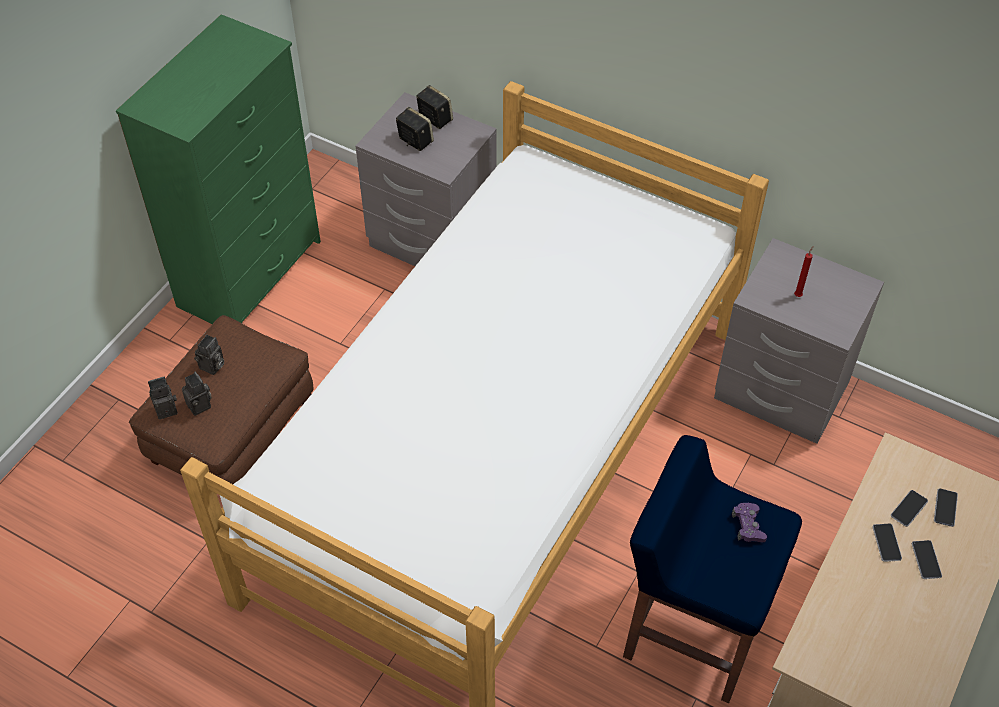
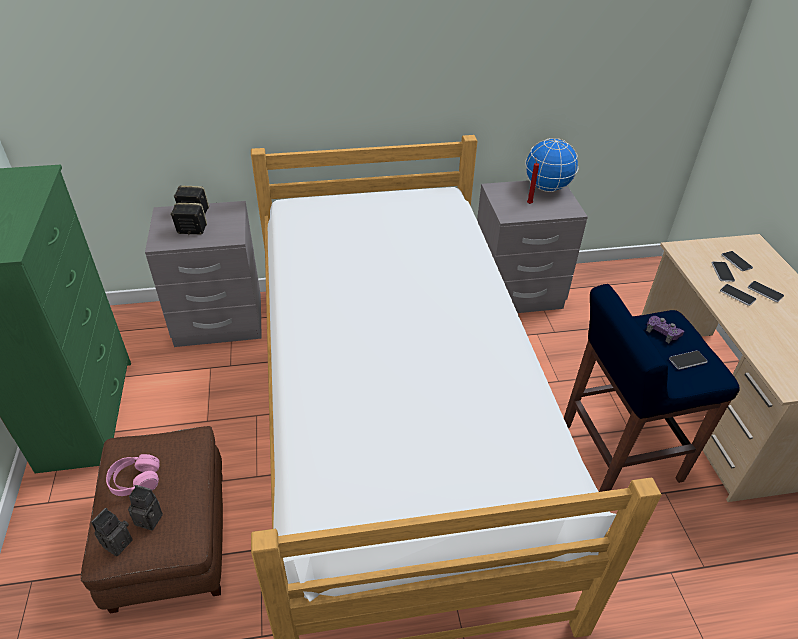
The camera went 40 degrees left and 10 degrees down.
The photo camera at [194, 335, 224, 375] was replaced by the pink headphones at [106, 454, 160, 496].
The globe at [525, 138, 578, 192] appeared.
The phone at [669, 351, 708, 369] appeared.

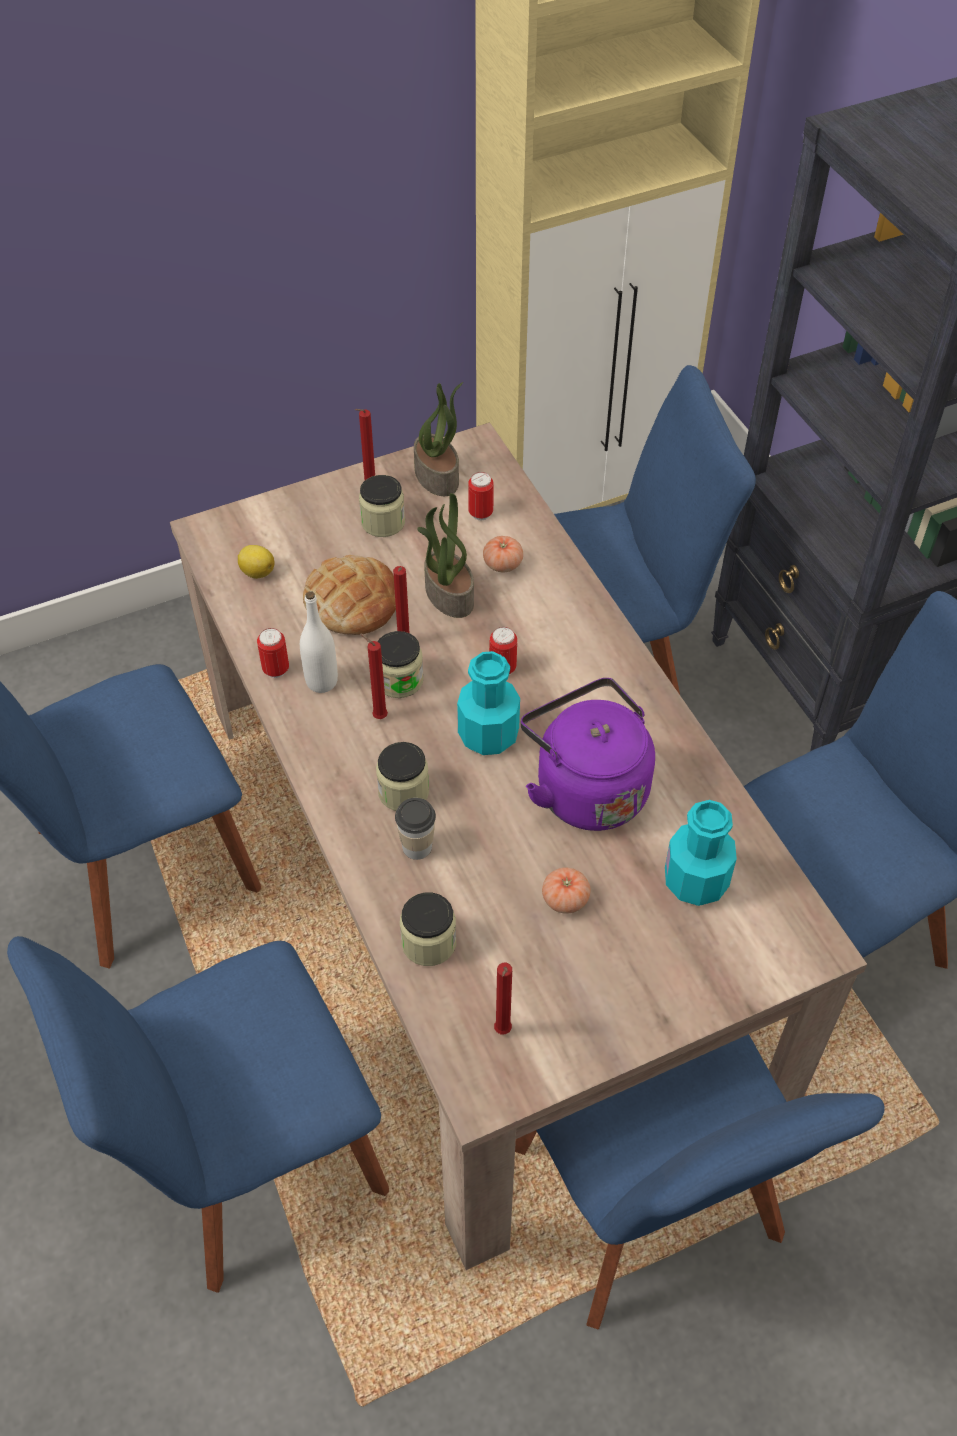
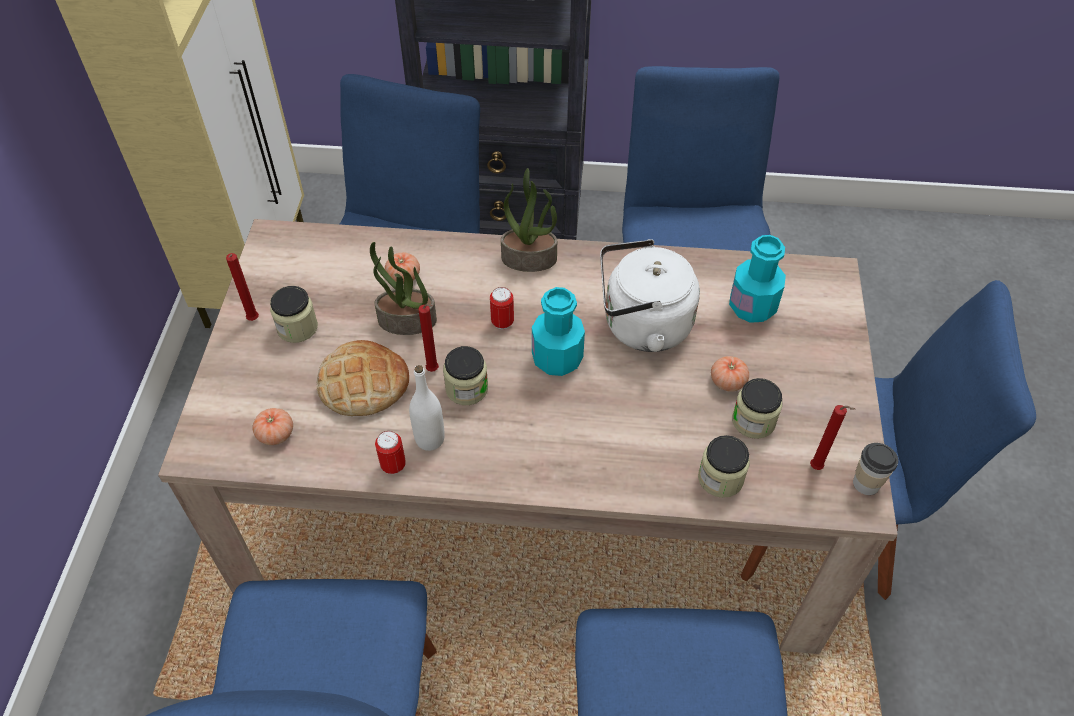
The camera went 60 degrees left and 0 degrees up.
The potted plant moved from [414, 382, 463, 496] to [501, 168, 557, 272].
The can at [468, 472, 494, 520] disappeared.
The lemon at [238, 545, 275, 579] was replaced by the tomato at [252, 408, 293, 445].
The red candle at [361, 634, 388, 719] disappeared.
The purple kettle at [520, 678, 655, 831] became the white kettle at [600, 239, 700, 352].
The jar moved from [376, 742, 429, 811] to [732, 378, 783, 439].
The cup moved from [395, 798, 436, 860] to [853, 443, 898, 495].

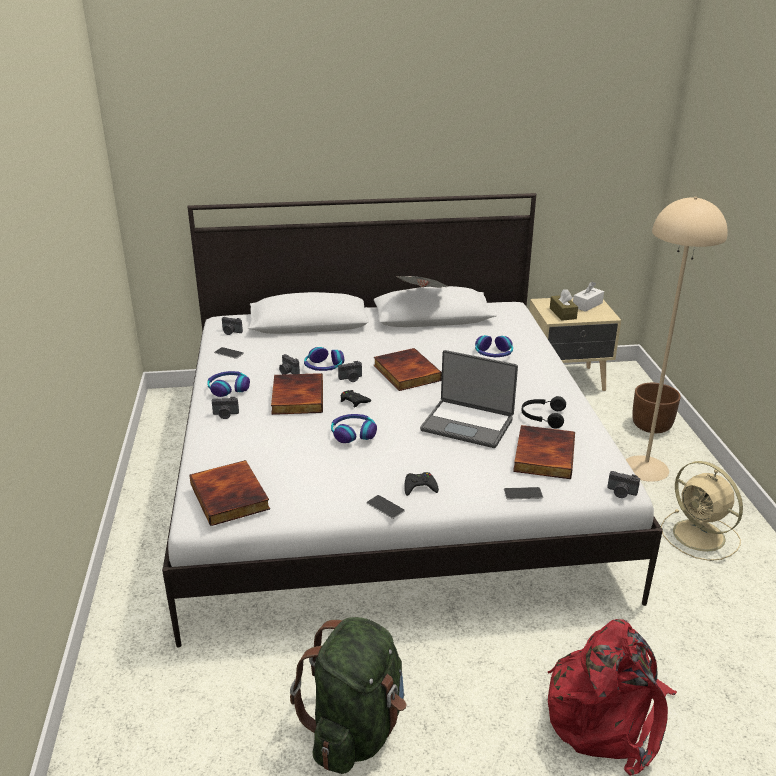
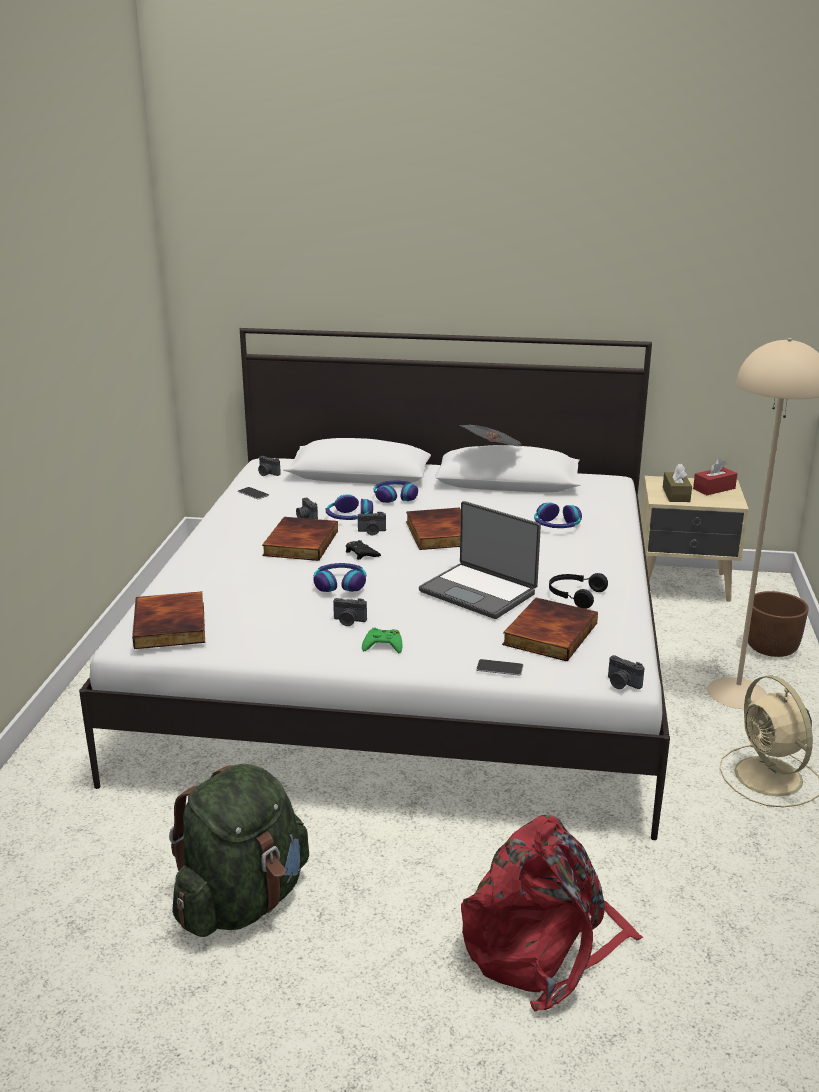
The camera went 15 degrees right and 5 degrees down.
The white tissue box at [573, 282, 604, 312] became the red tissue box at [693, 458, 737, 495].
The headphones moved from [207, 371, 250, 397] to [374, 480, 418, 503].
The photo camera moved from [212, 397, 239, 419] to [333, 598, 367, 626].
The black game controller at [404, 472, 439, 496] became the green game controller at [362, 627, 403, 653].
The phone at [366, 495, 405, 519] disappeared.

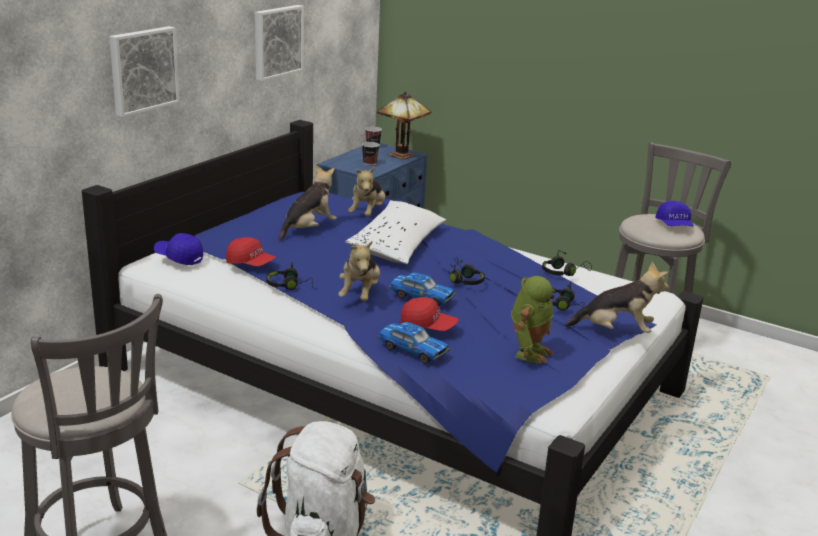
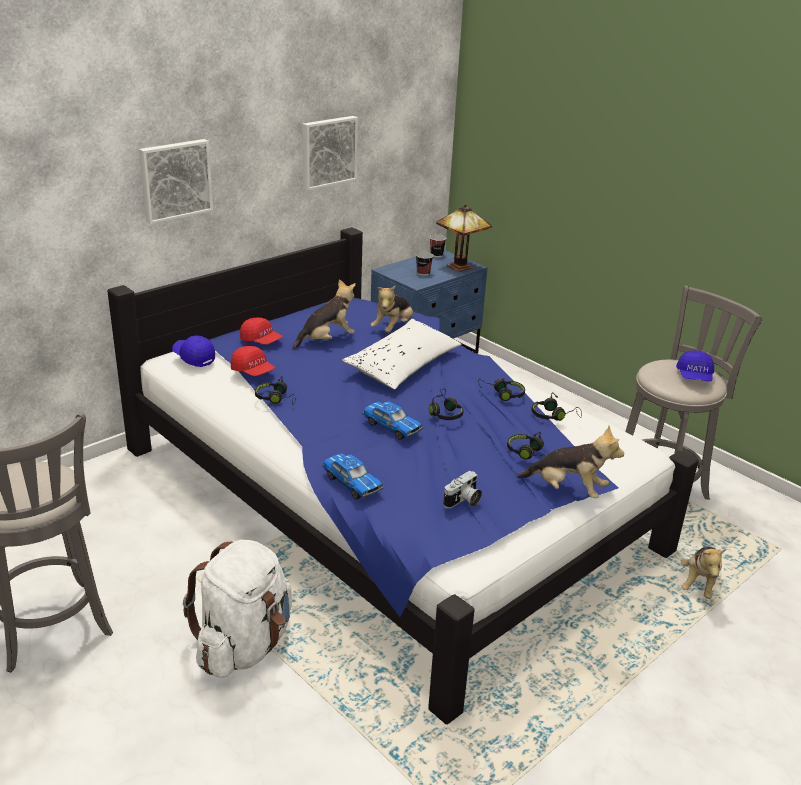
The camera went 15 degrees right and 5 degrees up.
The plush toy moved from [338, 241, 380, 301] to [681, 546, 726, 599].
The toy robot at [511, 276, 555, 364] was replaced by the photo camera at [443, 470, 482, 508].
The red cap moved from [401, 297, 459, 331] to [240, 318, 283, 344].
The black headphones at [479, 378, 525, 401] appeared.

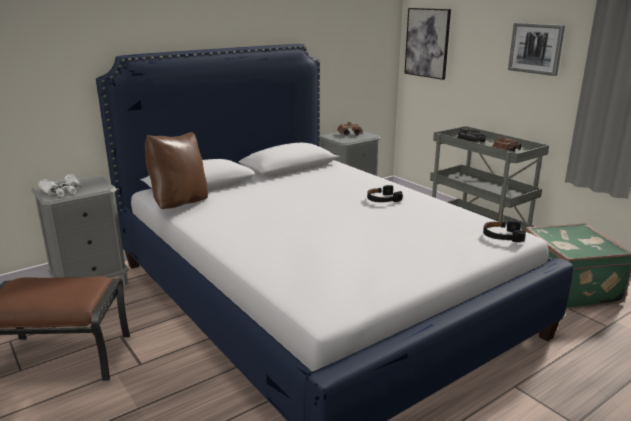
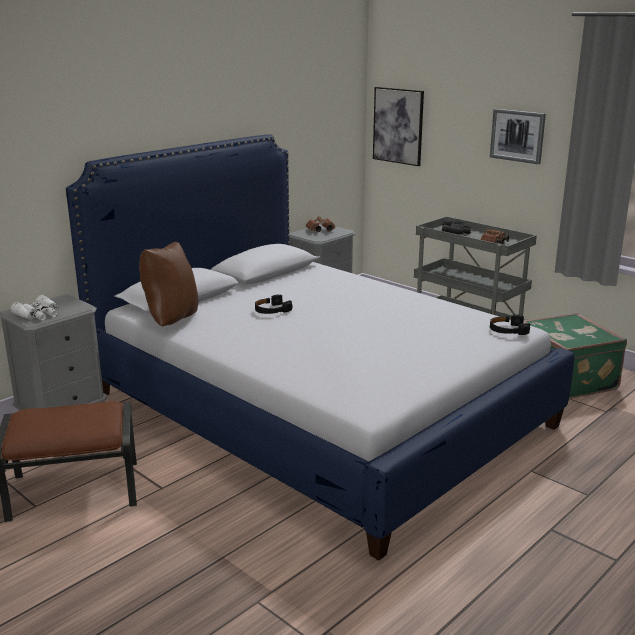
The camera went 10 degrees left and 0 degrees up.
The black headphones moved from [367, 185, 403, 202] to [255, 295, 292, 314].

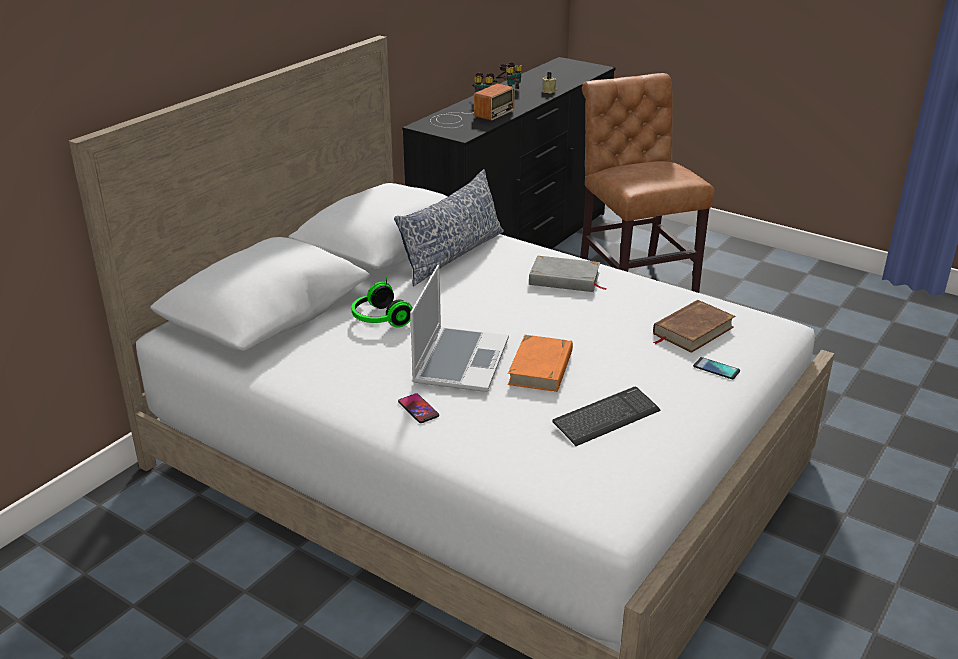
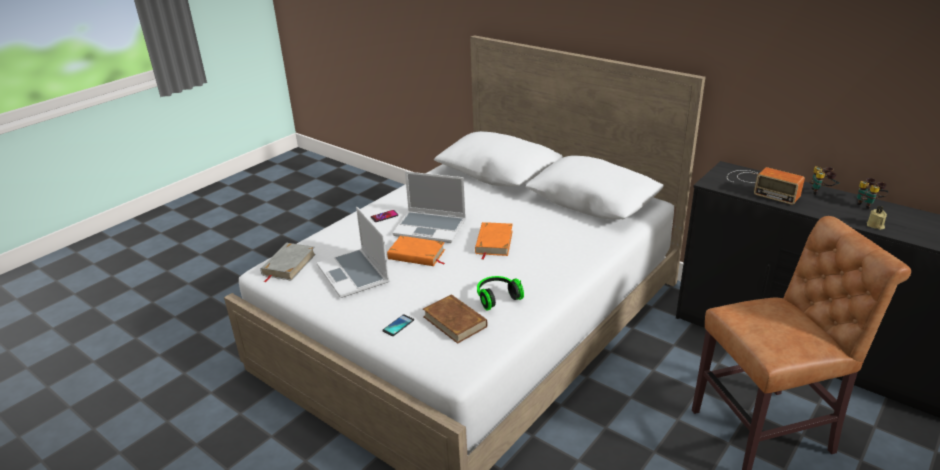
The camera went 95 degrees right and 0 degrees up.
The pillow at [394, 169, 504, 287] disappeared.
The grey book moved from [529, 256, 607, 292] to [260, 243, 316, 282].
The headphones moved from [352, 276, 413, 328] to [477, 276, 524, 311].
The keyboard at [552, 387, 660, 446] was replaced by the laptop at [317, 207, 390, 298].
The orange book at [475, 222, 513, 259] appeared.

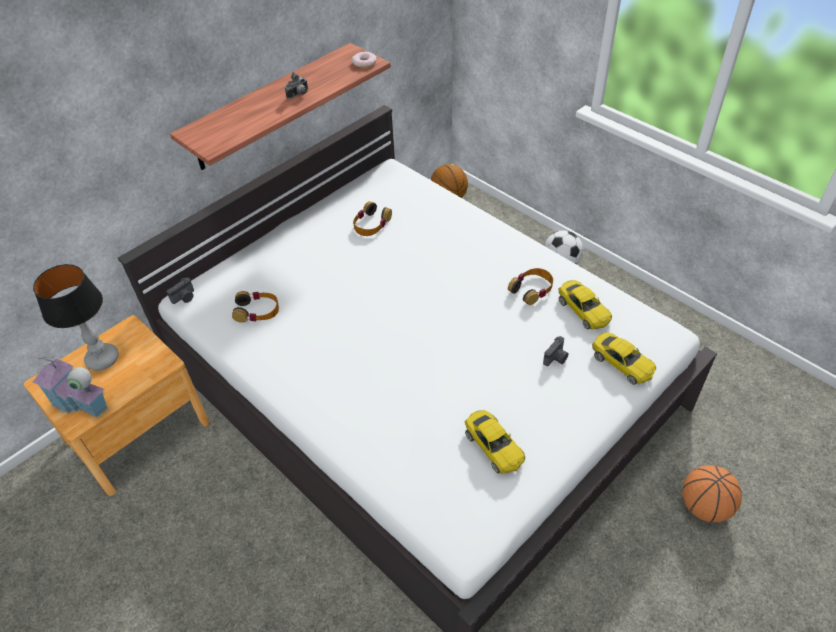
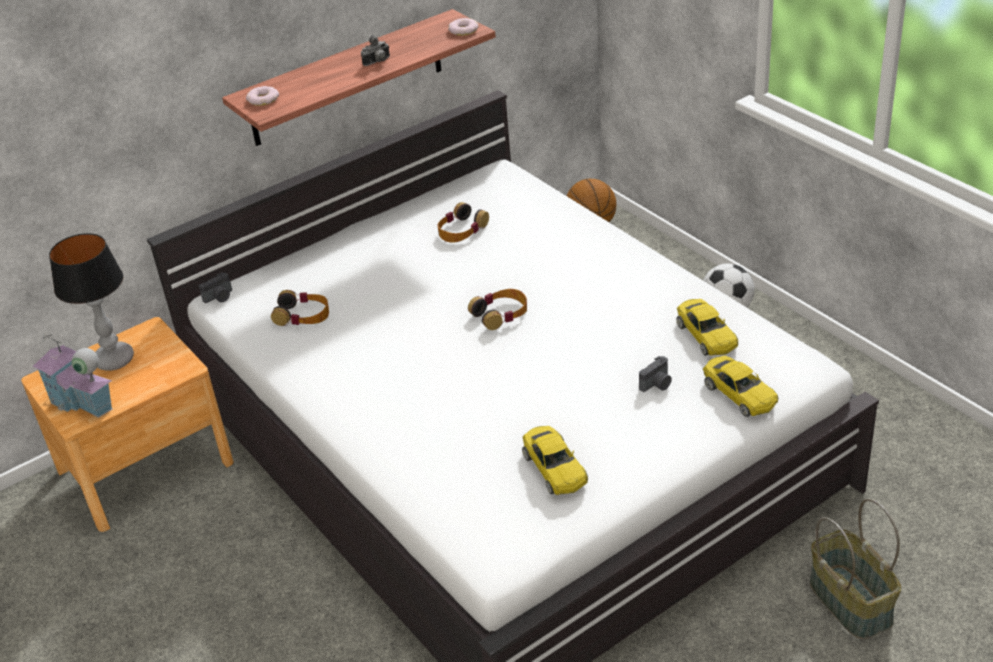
The camera went 10 degrees right and 10 degrees down.
The headphones moved from [508, 268, 553, 305] to [468, 289, 527, 330].
The basketball at [682, 465, 742, 522] was replaced by the basket at [810, 498, 901, 639].
The donut at [246, 86, 279, 106] appeared.

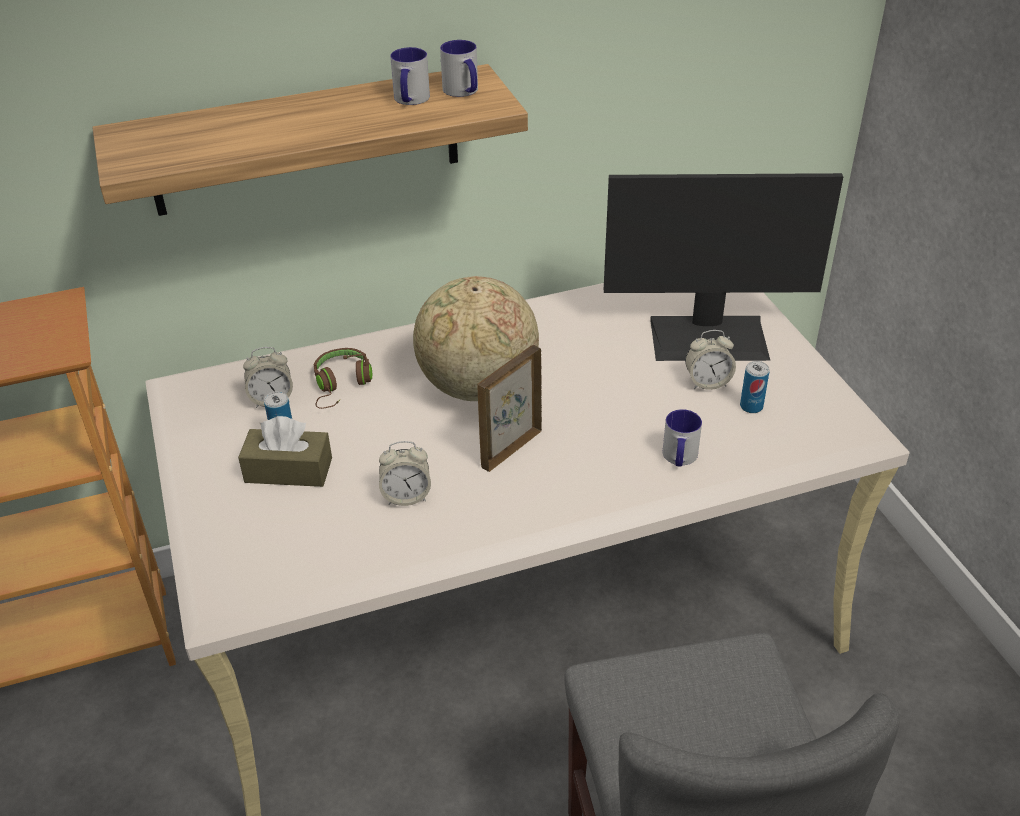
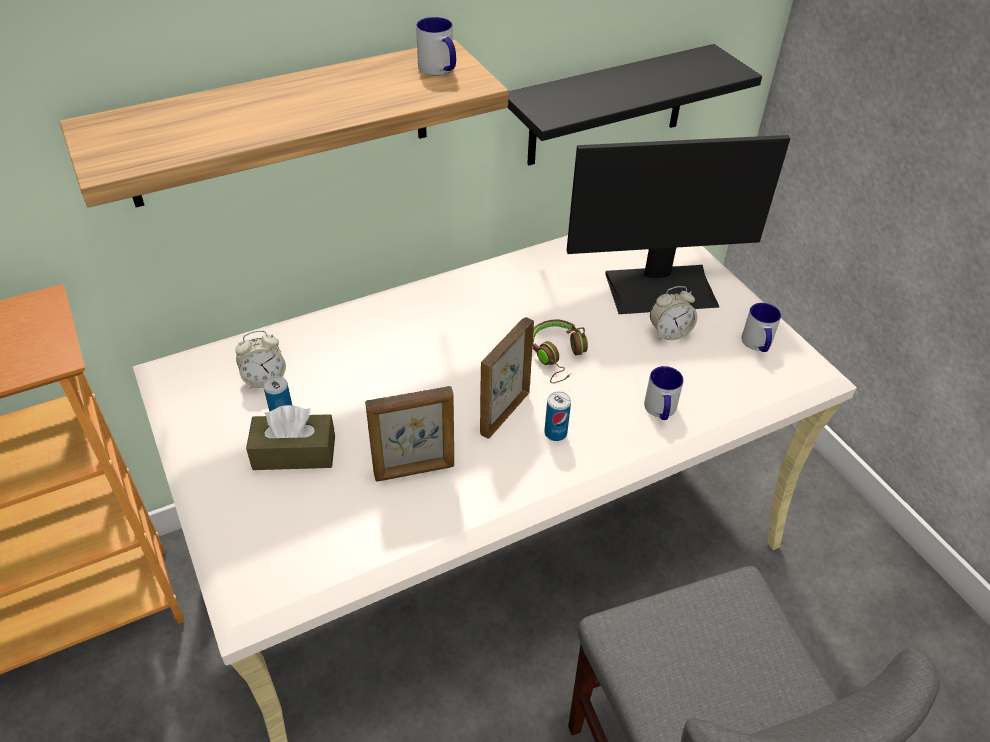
The camera went 10 degrees left and 5 degrees up.
The mug moved from [390, 47, 430, 105] to [741, 303, 781, 352].
The globe at [413, 276, 539, 401] disappeared.
The brown headphones moved from [314, 348, 372, 409] to [533, 320, 588, 383].
The can moved from [740, 361, 770, 413] to [544, 391, 571, 441].
The alarm clock at [379, 441, 431, 506] was replaced by the picture frame at [365, 386, 454, 482].
The black shelf at [508, 44, 762, 165] appeared.

